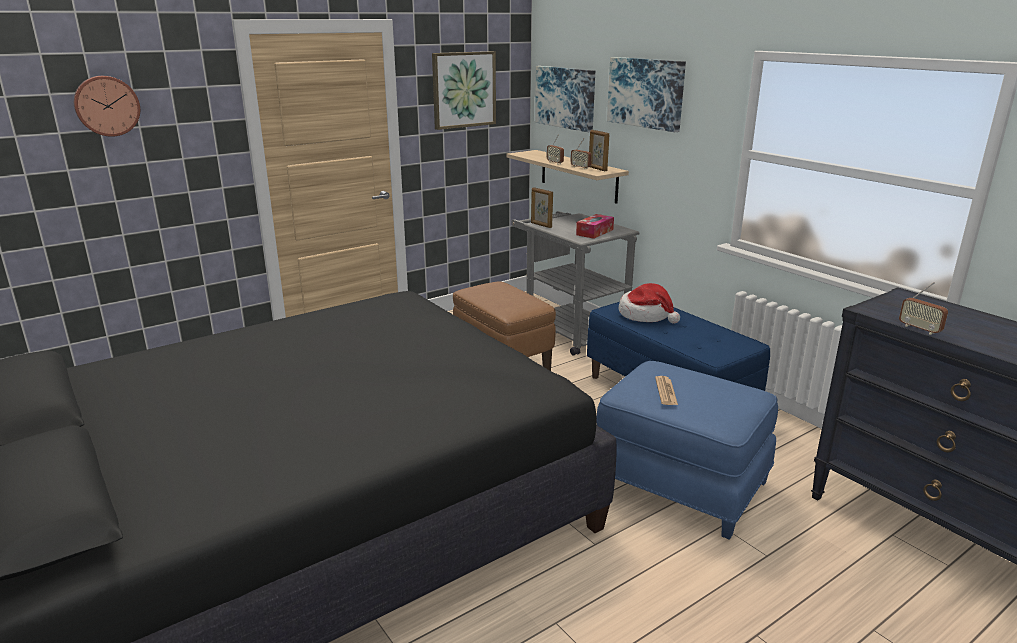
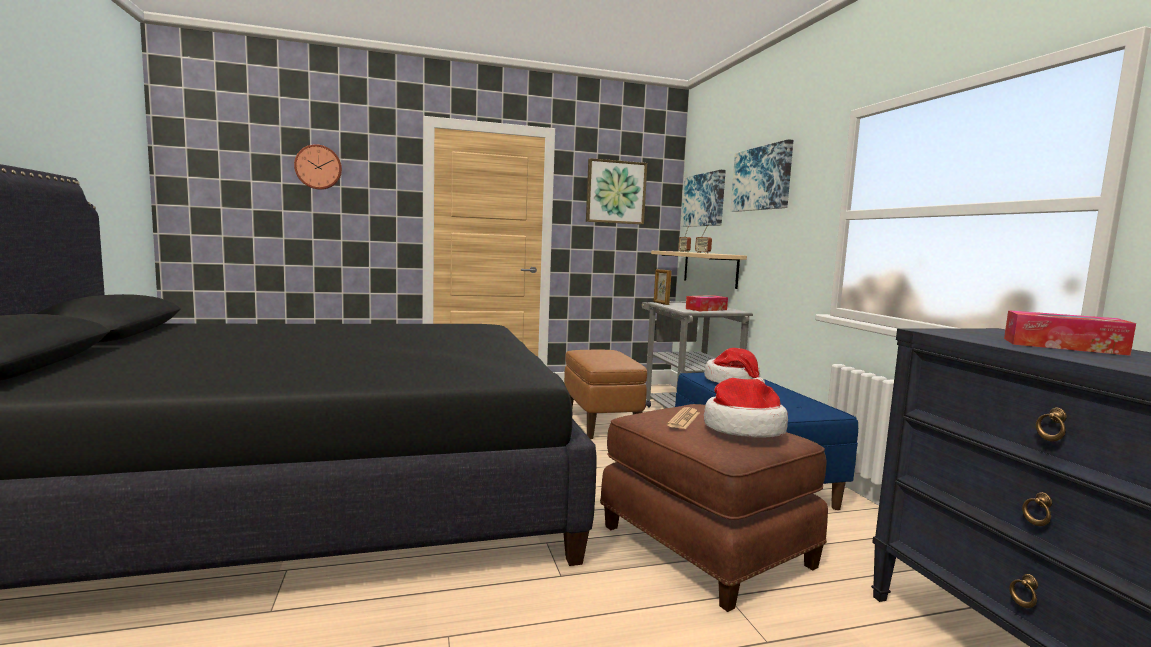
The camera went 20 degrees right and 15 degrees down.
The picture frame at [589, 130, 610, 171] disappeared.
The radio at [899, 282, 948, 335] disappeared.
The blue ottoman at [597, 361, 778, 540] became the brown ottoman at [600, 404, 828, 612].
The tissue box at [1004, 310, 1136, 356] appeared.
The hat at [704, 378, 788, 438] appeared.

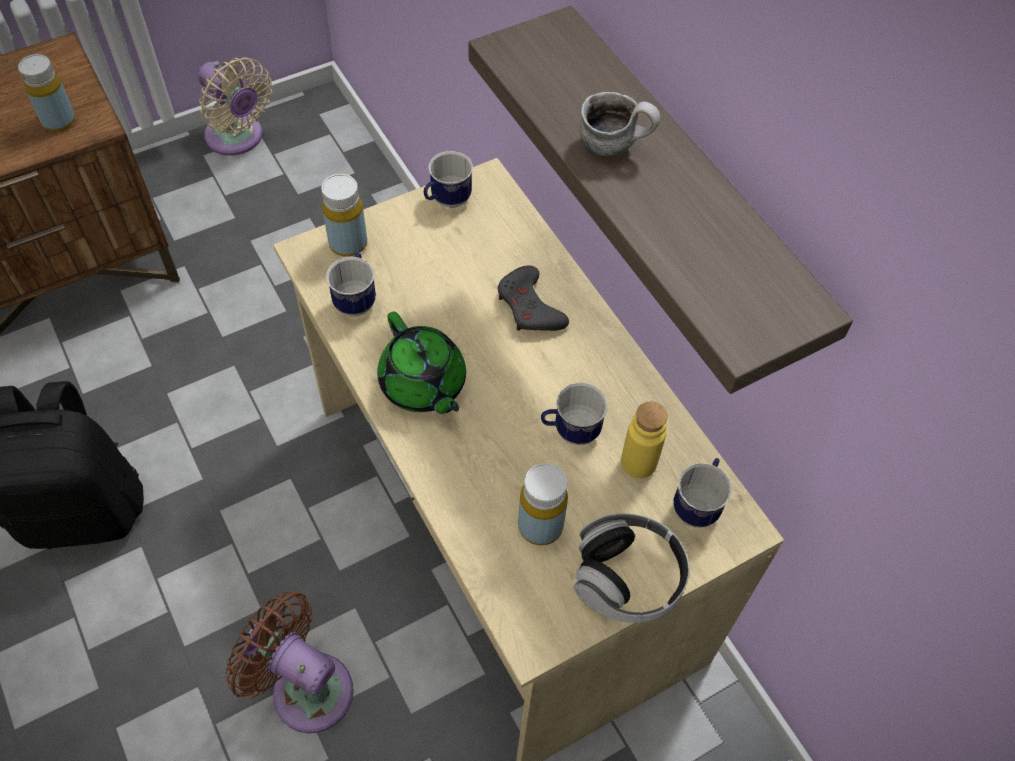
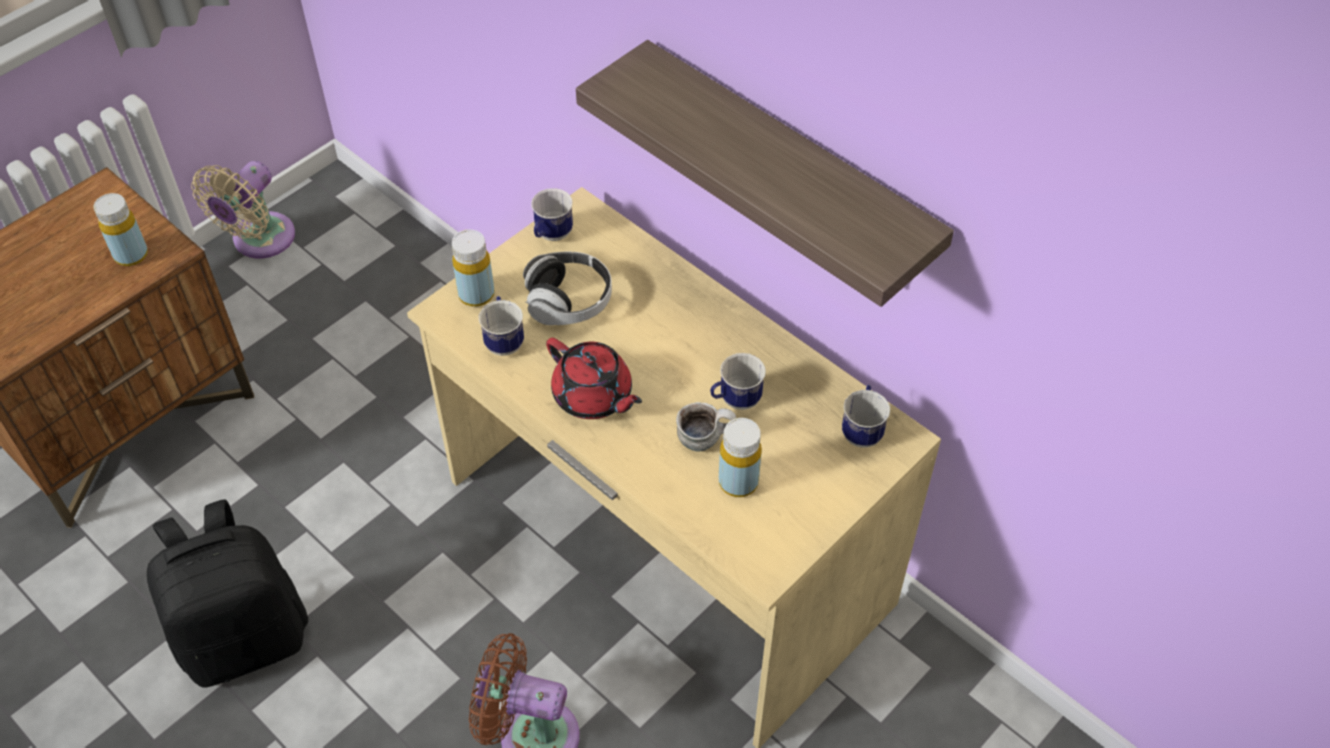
The camera went 15 degrees left and 5 degrees down.
The beige fan at [198, 57, 272, 156] turned 90 degrees clockwise.
The mug moved from [580, 92, 660, 156] to [676, 402, 736, 452].
The grey game controller at [498, 265, 569, 331] disappeared.
The green teapot at [377, 312, 466, 414] became the red teapot at [546, 338, 642, 419].
The yellow bottle at [621, 402, 668, 478] disappeared.
The headphones moved from [573, 513, 689, 623] to [523, 252, 612, 325].

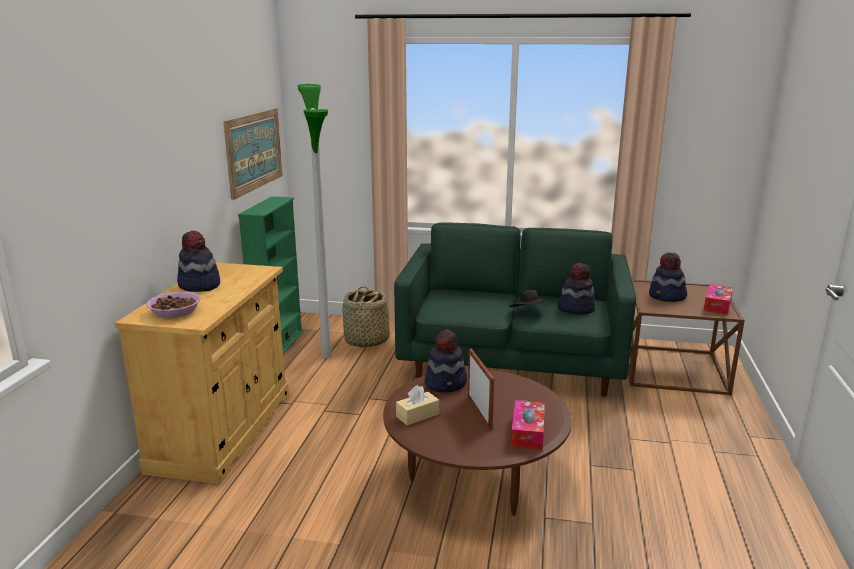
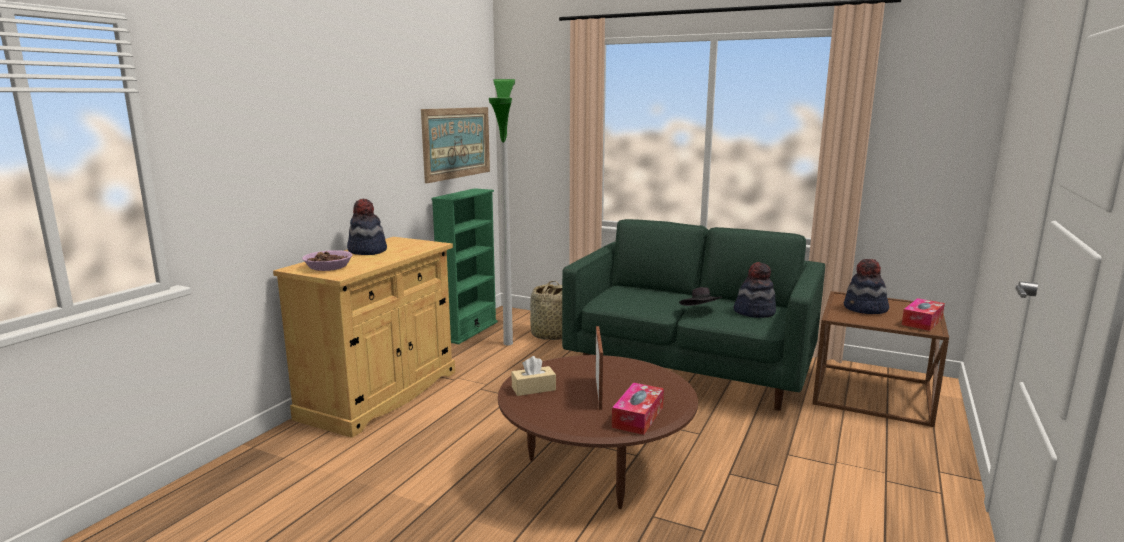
The camera went 15 degrees right and 5 degrees down.
The hat at [425, 329, 467, 392] disappeared.

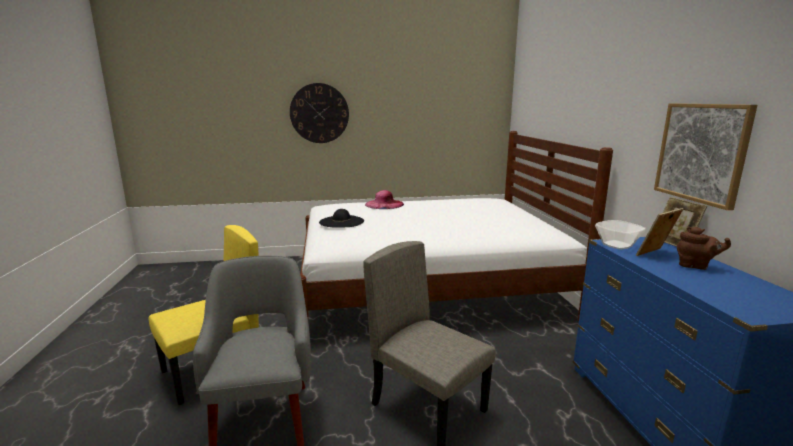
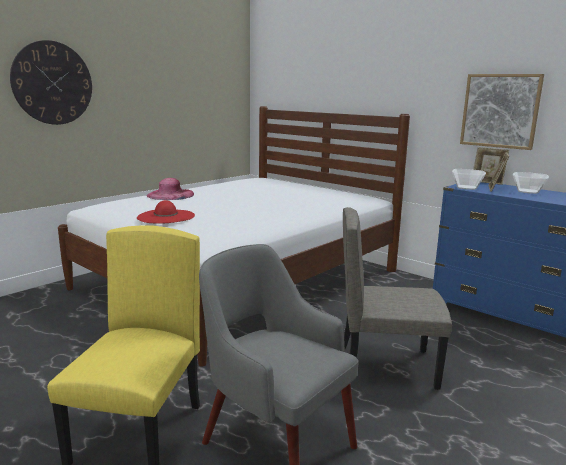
The camera went 40 degrees left and 0 degrees up.
The black hat at [319, 209, 364, 227] became the red hat at [137, 200, 195, 224].
The brown teapot at [677, 227, 731, 270] was replaced by the bowl at [513, 172, 549, 194].

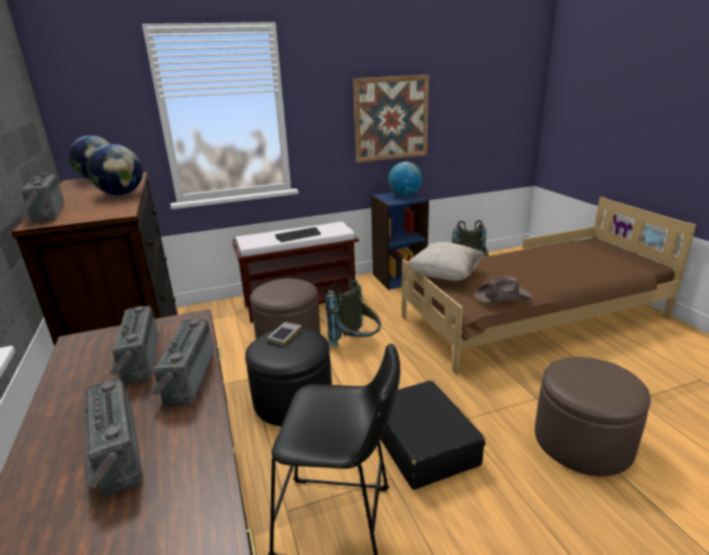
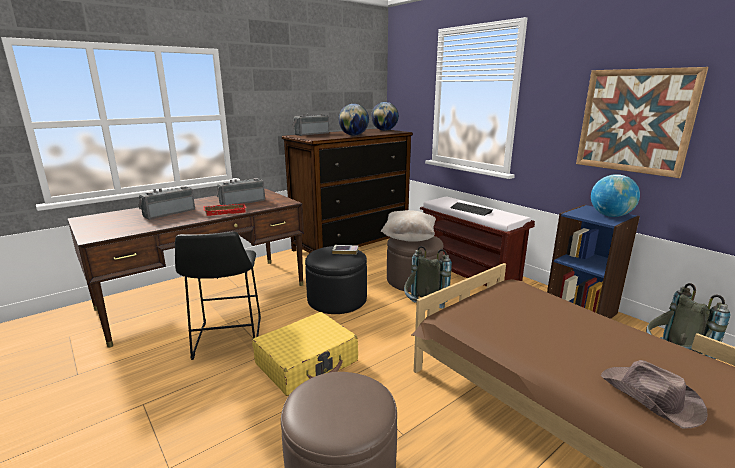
The camera went 70 degrees right and 5 degrees down.
The beige pillow moved from [406, 242, 484, 281] to [381, 210, 436, 242].
The brown hat moved from [473, 276, 532, 303] to [601, 360, 708, 429].
The radio at [150, 319, 214, 406] was replaced by the red tray at [204, 204, 246, 216].
The black suitcase at [380, 380, 485, 490] became the yellow suitcase at [252, 312, 358, 396].

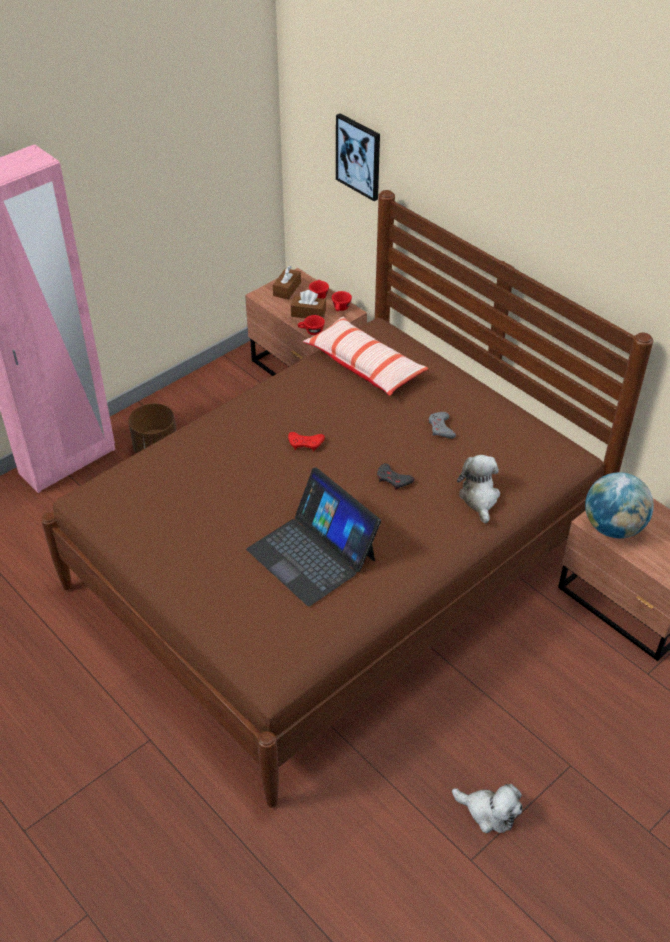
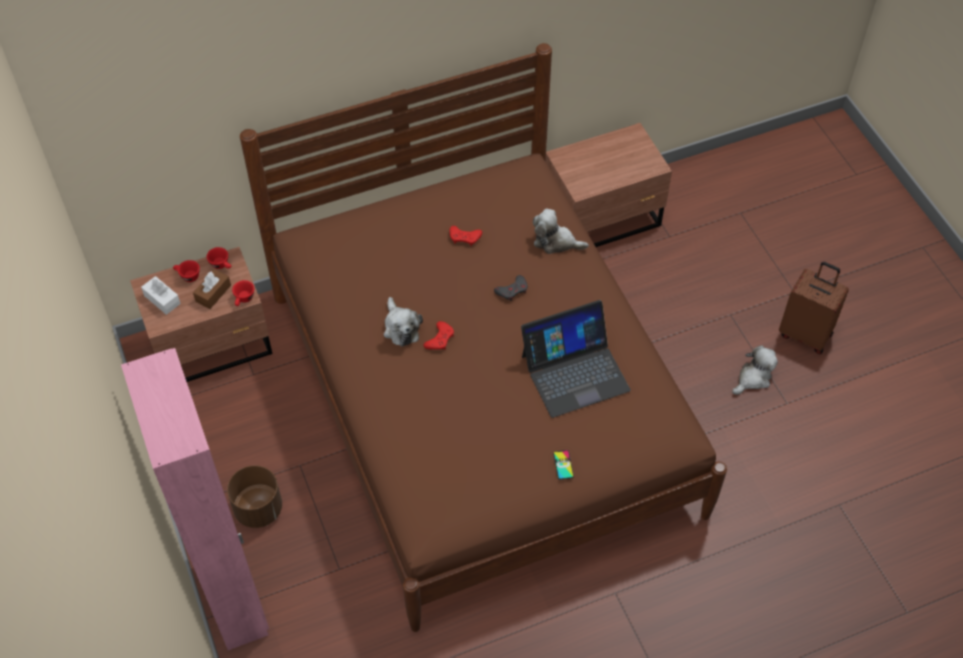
The camera went 70 degrees left and 10 degrees up.
The picture at [336, 114, 380, 201] disappeared.
The brown tissue box at [273, 266, 301, 300] became the white tissue box at [141, 276, 181, 315].
The pillow at [303, 317, 428, 396] disappeared.
The grey game controller at [429, 412, 456, 439] became the red game controller at [449, 226, 482, 246].
The globe at [585, 472, 654, 538] disappeared.
The brown suitcase at [779, 262, 849, 354] appeared.
The plush toy at [384, 297, 423, 347] appeared.
The phone at [553, 450, 574, 480] appeared.

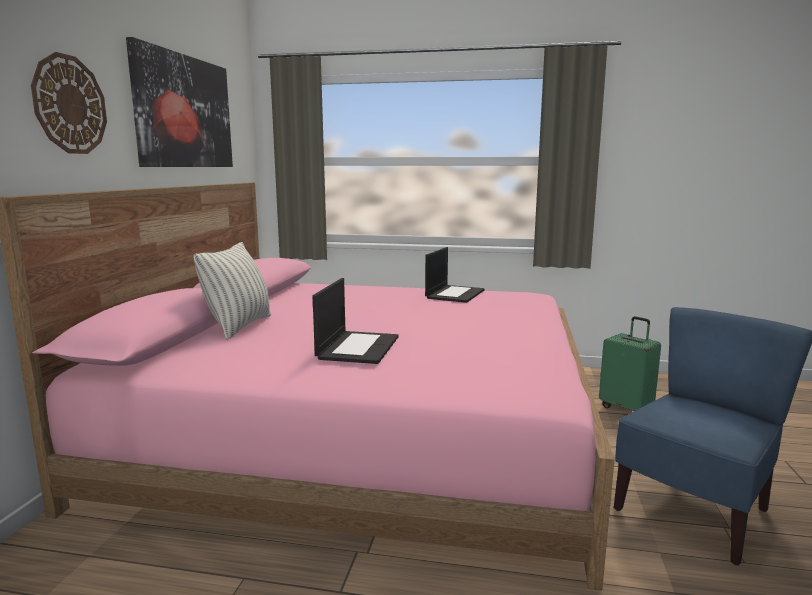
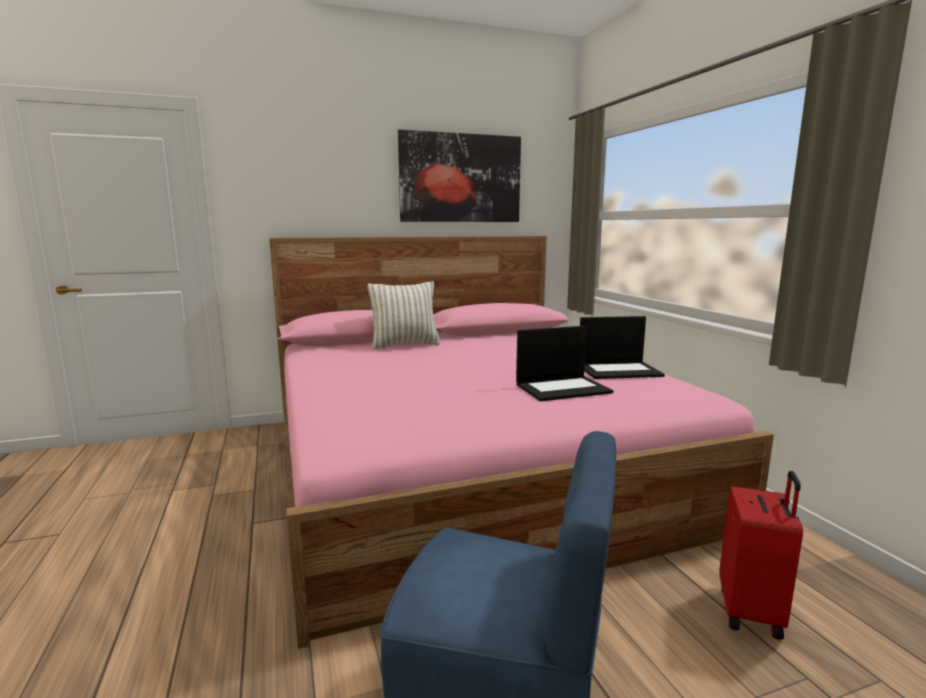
The camera went 60 degrees right and 0 degrees up.
The wall clock at [31, 52, 107, 154] disappeared.
The laptop moved from [313, 278, 398, 364] to [516, 326, 613, 401].
The green suitcase at [599, 316, 661, 411] became the red suitcase at [719, 471, 803, 640].

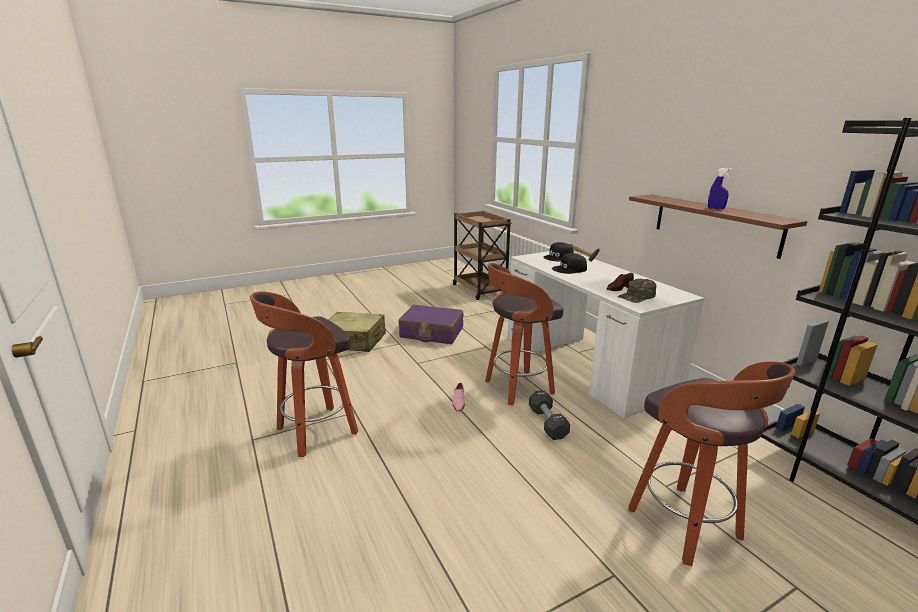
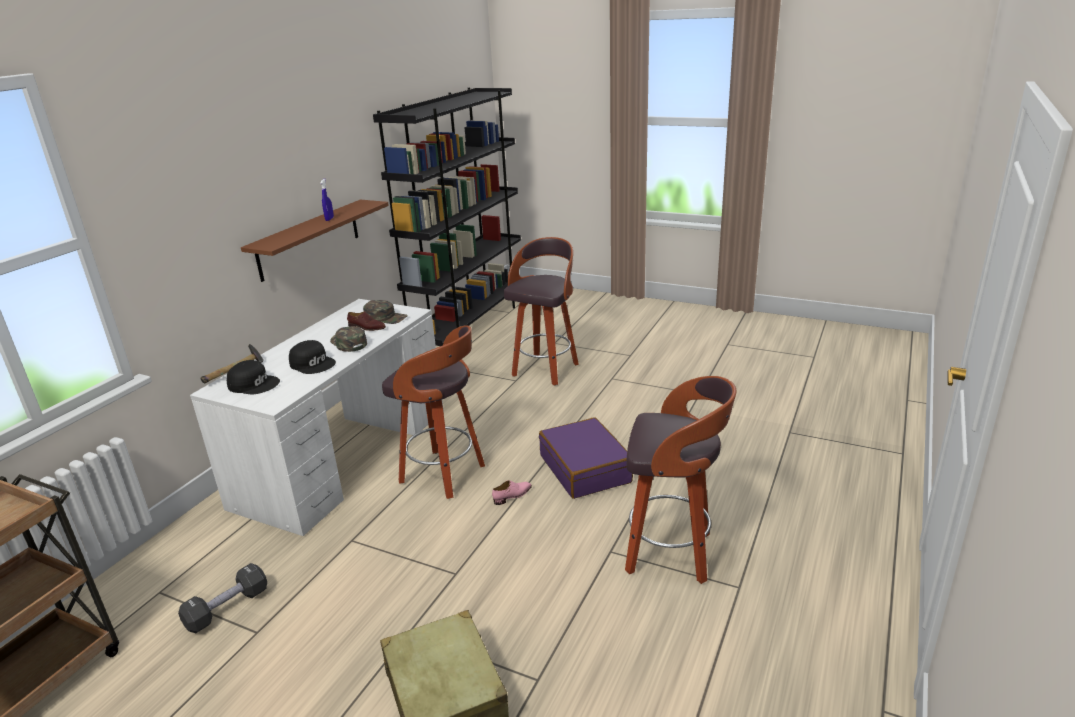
The camera went 125 degrees left and 5 degrees up.
The purple suitcase moved from [398, 305, 463, 344] to [539, 417, 633, 499].
The black dumbbell moved from [529, 390, 570, 440] to [178, 563, 267, 633].
The green cap at [330, 326, 367, 352] appeared.

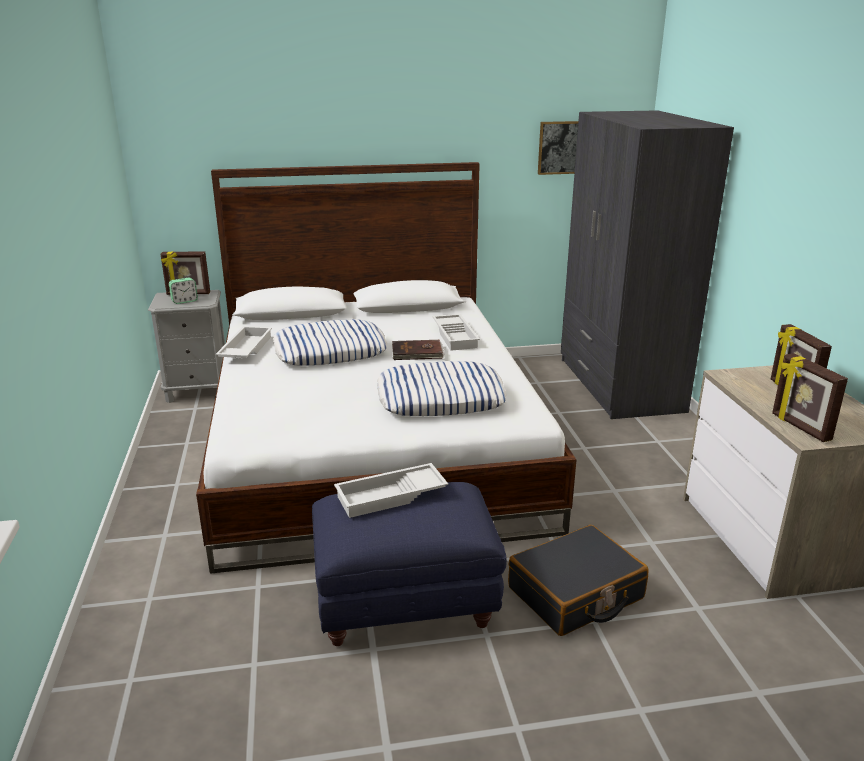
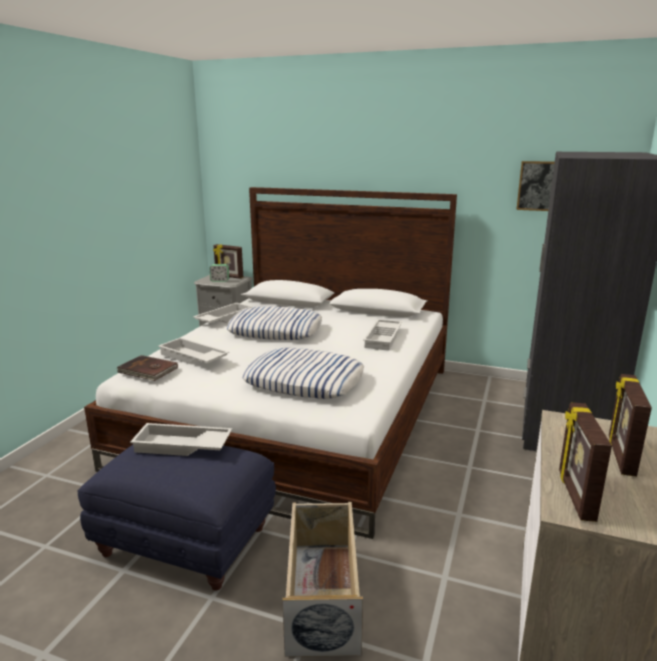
The camera went 30 degrees right and 5 degrees down.
The brown book moved from [392, 340, 444, 360] to [117, 355, 178, 381].
The black suitcase at [508, 525, 648, 636] was replaced by the beige storage box at [282, 502, 363, 657].
The white tray at [158, 337, 229, 364] appeared.

